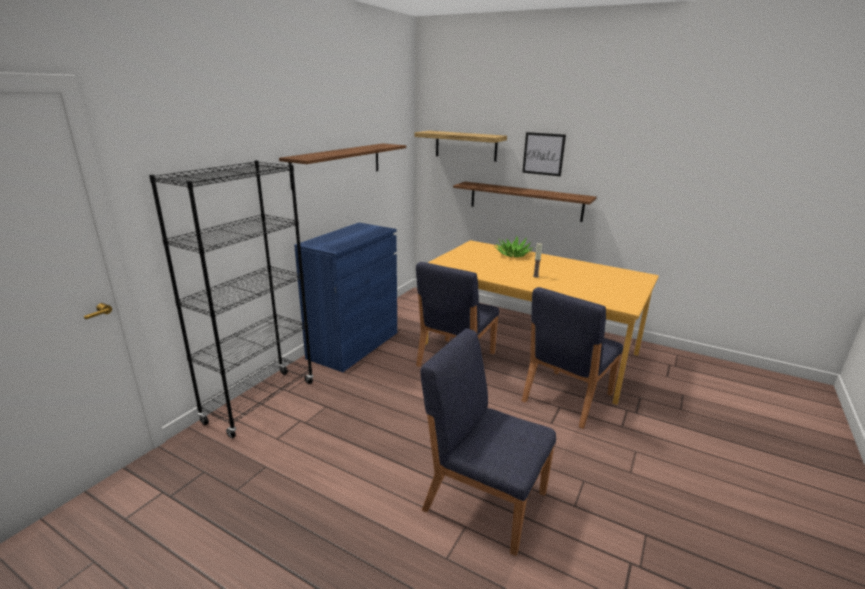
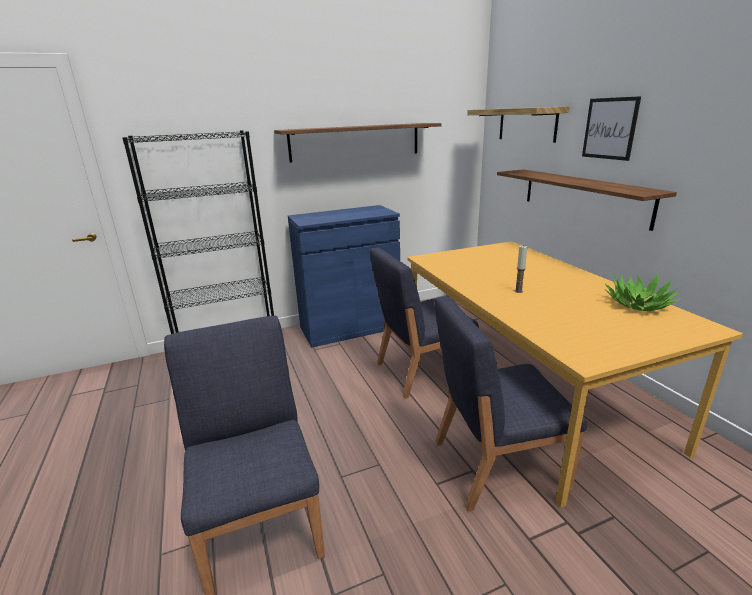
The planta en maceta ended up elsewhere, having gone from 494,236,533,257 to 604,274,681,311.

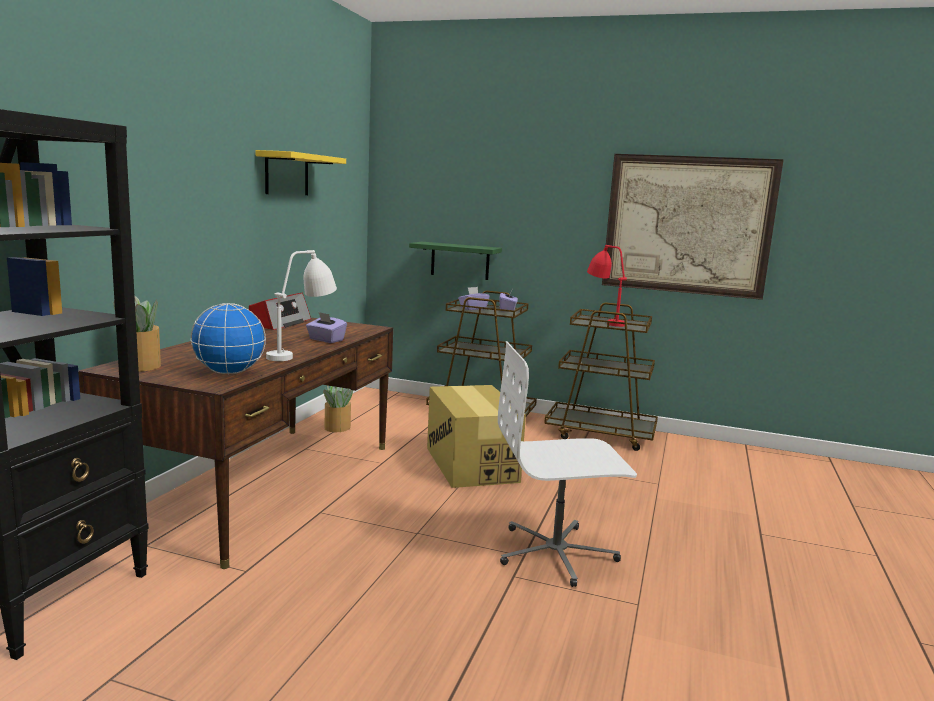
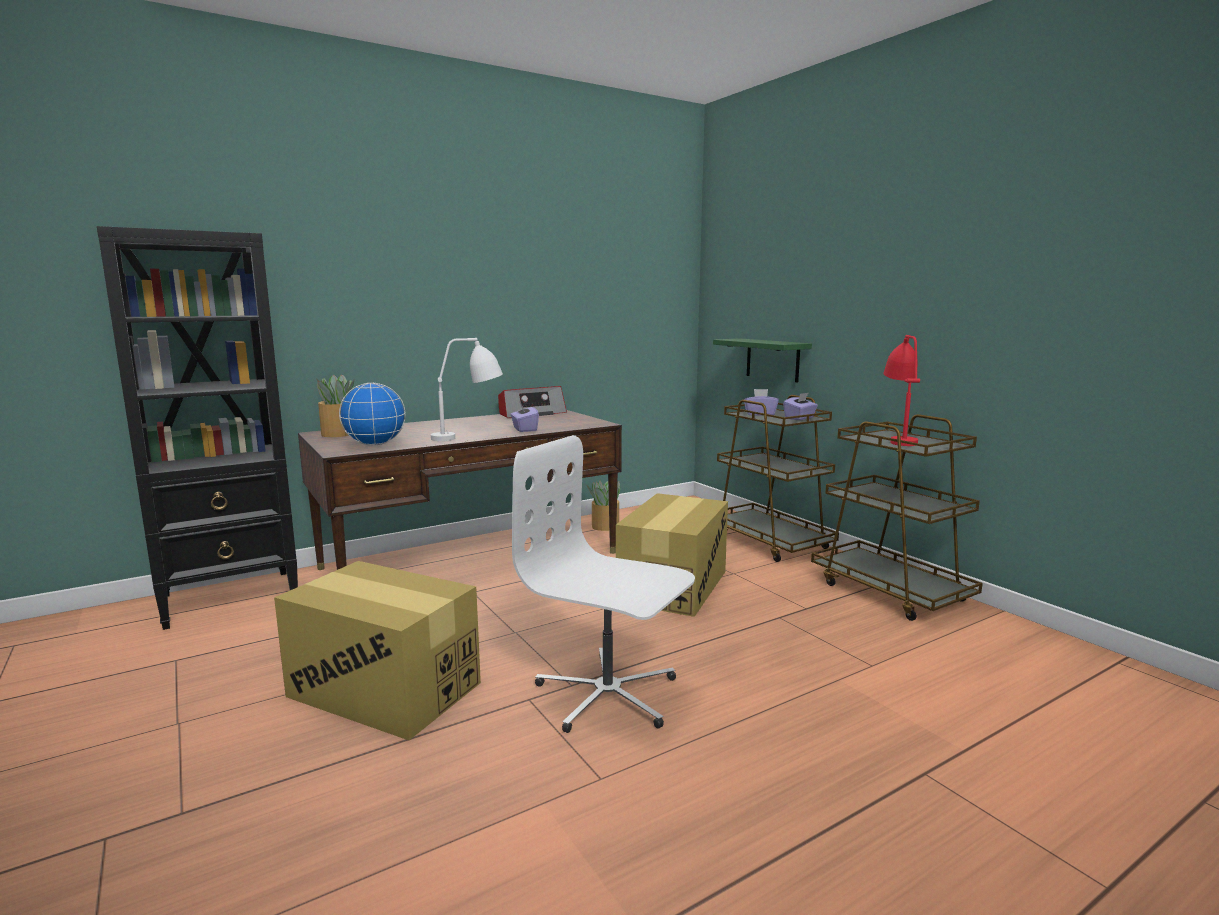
The second view lost the estante (amarillo) at 256,150,346,195. The second view lost the cuadro at 602,154,784,300. The second view gained the caja de cartón at 274,561,481,740.

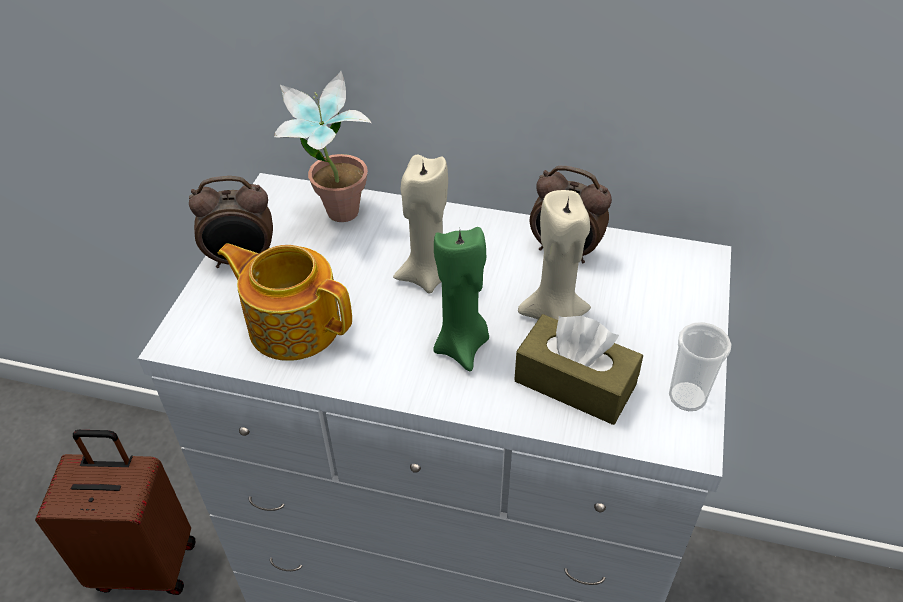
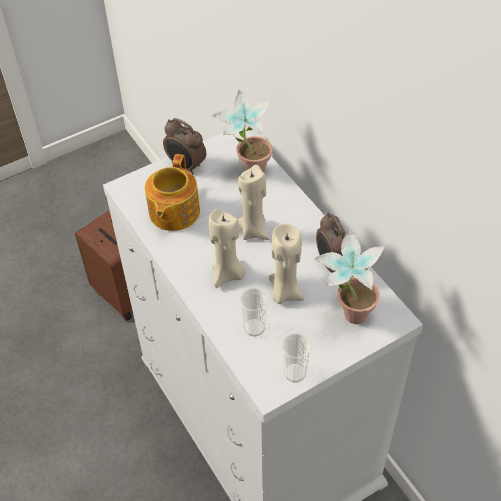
What was the vela (verde) at 433,227,489,371 turned into the vela (beis) at 209,209,246,288. The tetera at 218,243,352,361 ended up facing another way, 150 degrees counterclockwise from before. Where the caja de pañuelos (marrón) stood at 514,314,643,425, the taza came to stand at 239,288,268,337. The second view gained the planta en maceta at 314,229,385,324.

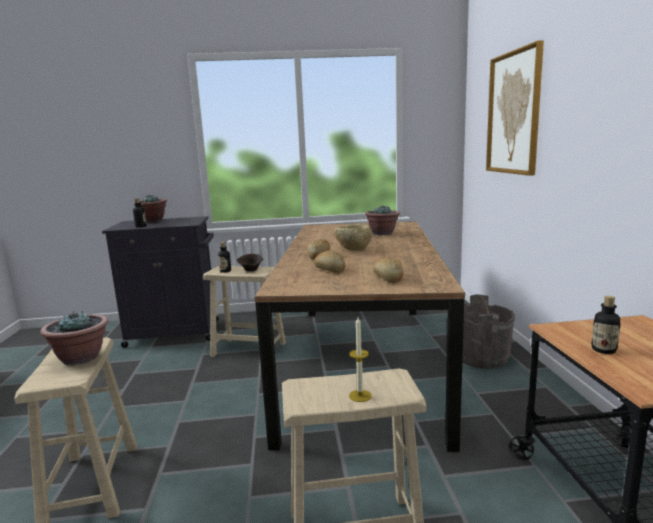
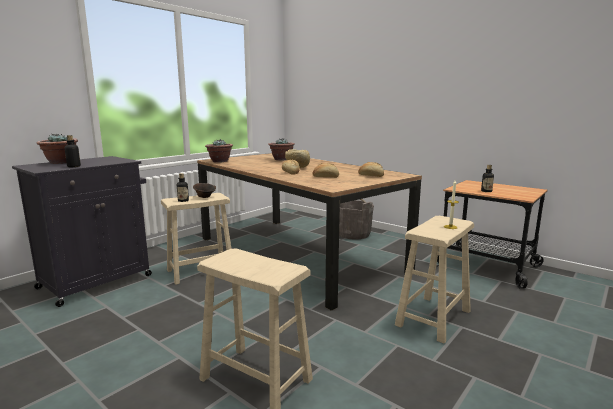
The second view lost the cuadro at 486,40,544,176. The planta en maceta ended up elsewhere, having gone from 40,311,108,366 to 205,139,233,163.

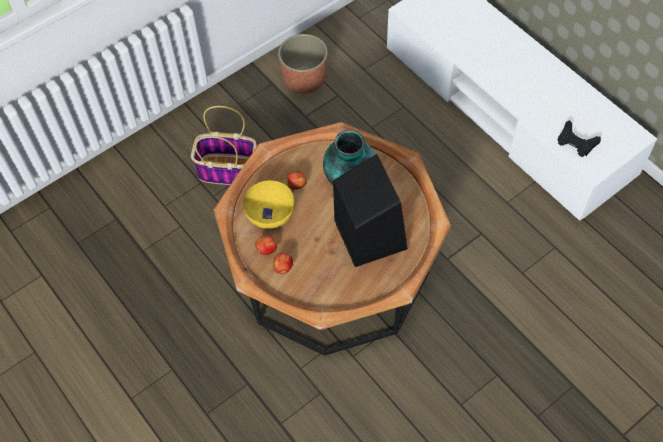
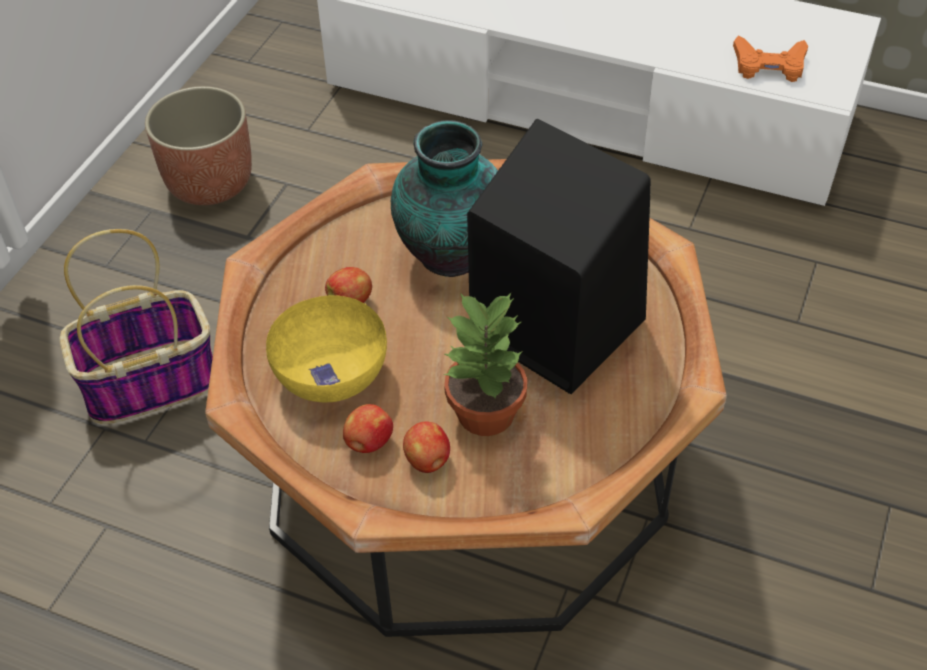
What was the mando de consola (negro) at 558,120,601,157 turned into the mando de consola (naranja) at 733,35,808,82. The second view gained the planta en maceta at 444,292,527,436.

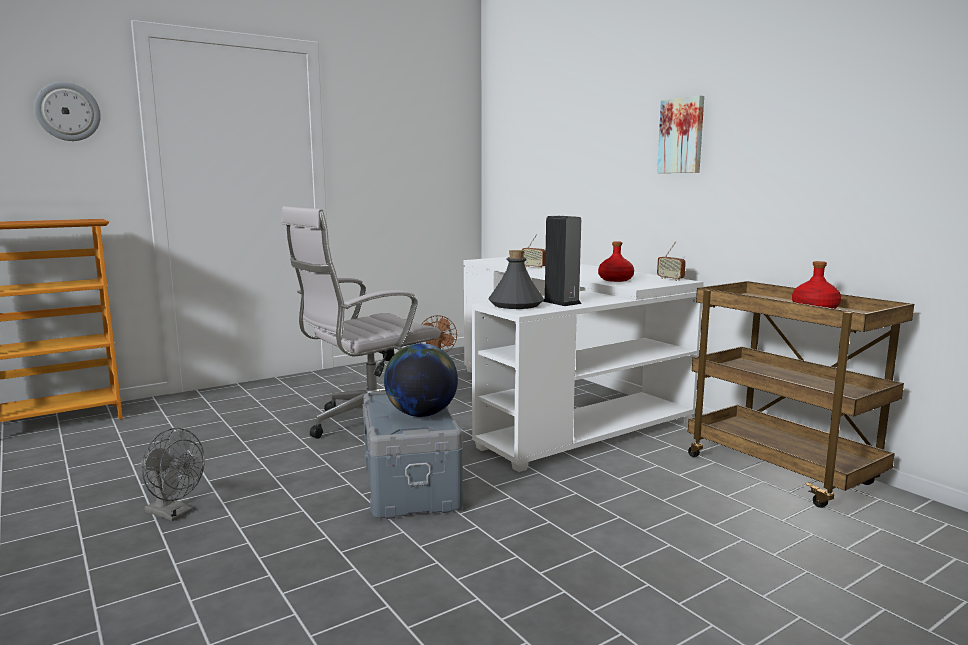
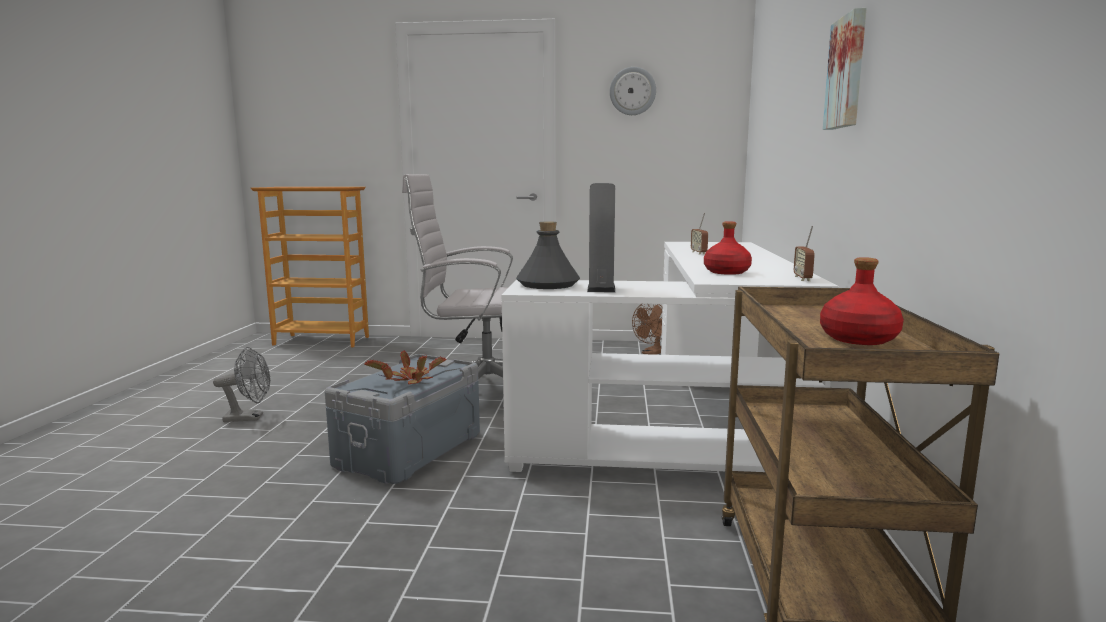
The reloj de pared ended up elsewhere, having gone from 34,82,101,141 to 610,67,656,115. Where the globo terráqueo stood at 384,343,458,417, the planta en maceta came to stand at 364,350,447,384. The ventilador (gris) at 141,428,204,521 ended up facing another way, 75 degrees counterclockwise from before.

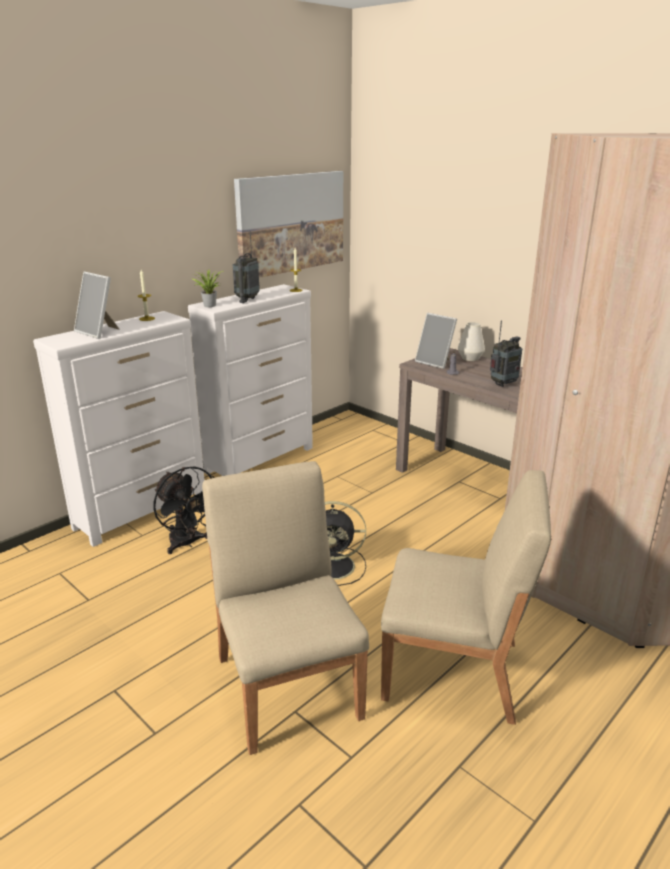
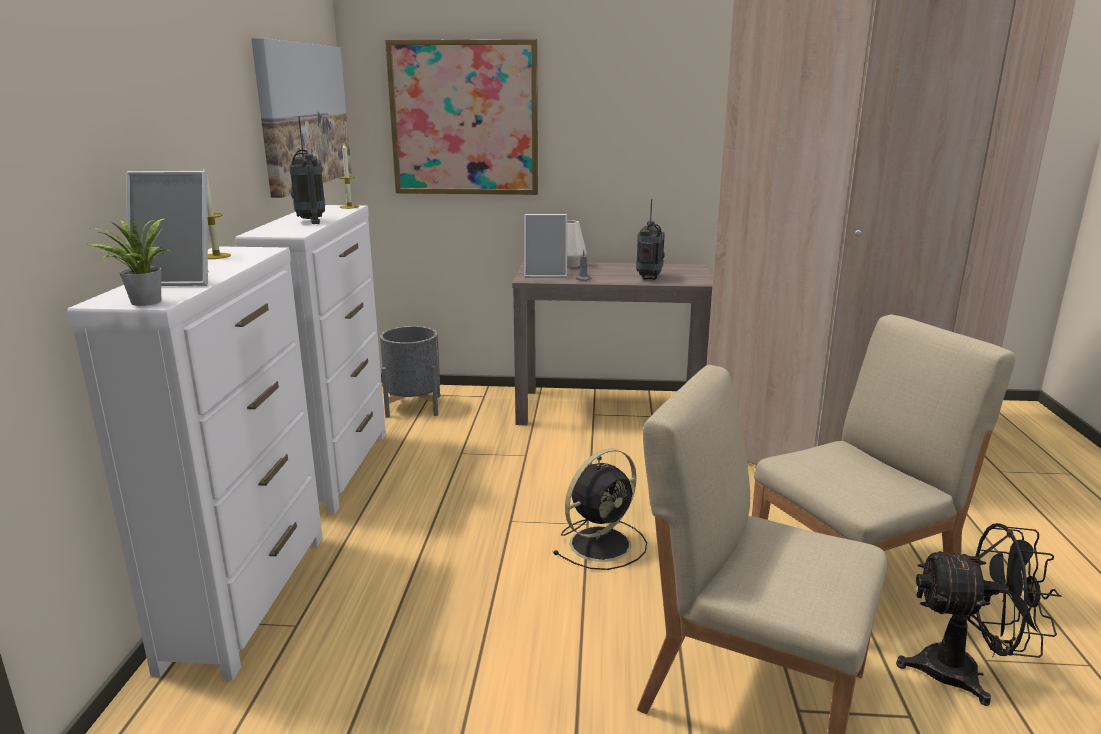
The planta en maceta ended up elsewhere, having gone from 192,269,223,307 to 87,218,170,306. The ventilador (negro) ended up elsewhere, having gone from 153,466,214,554 to 896,523,1061,706. The second view gained the cuadro at 385,39,538,195. The second view gained the maceta (gris) at 380,326,440,418.

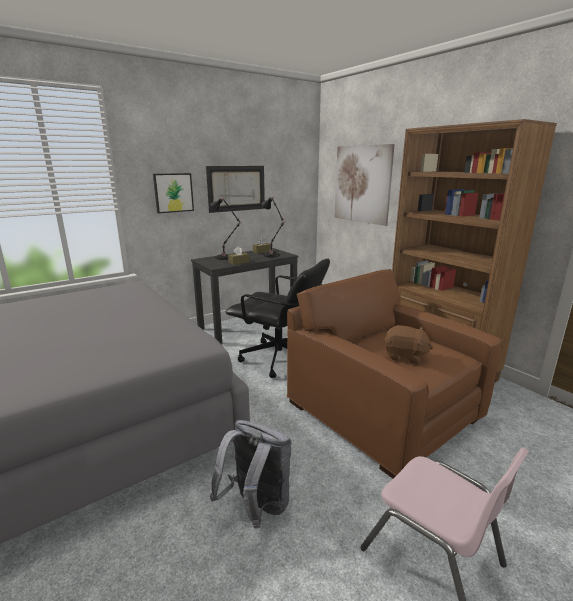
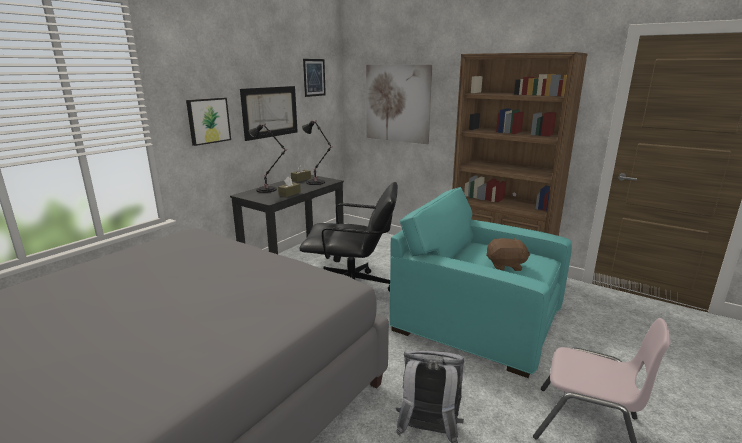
What was the sillón (marrón) at 287,269,502,478 turned into the sillón (turquesa) at 389,187,572,378. The second view gained the cuadro at 303,59,326,97.

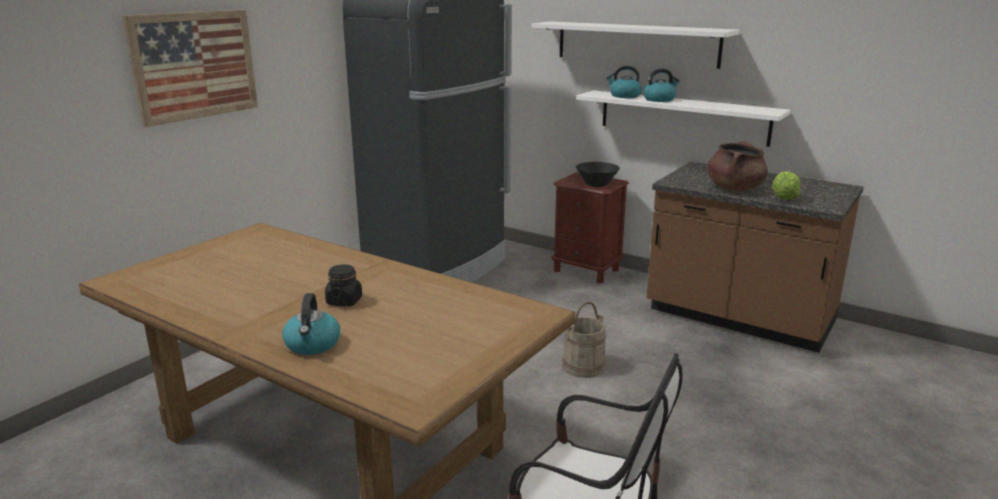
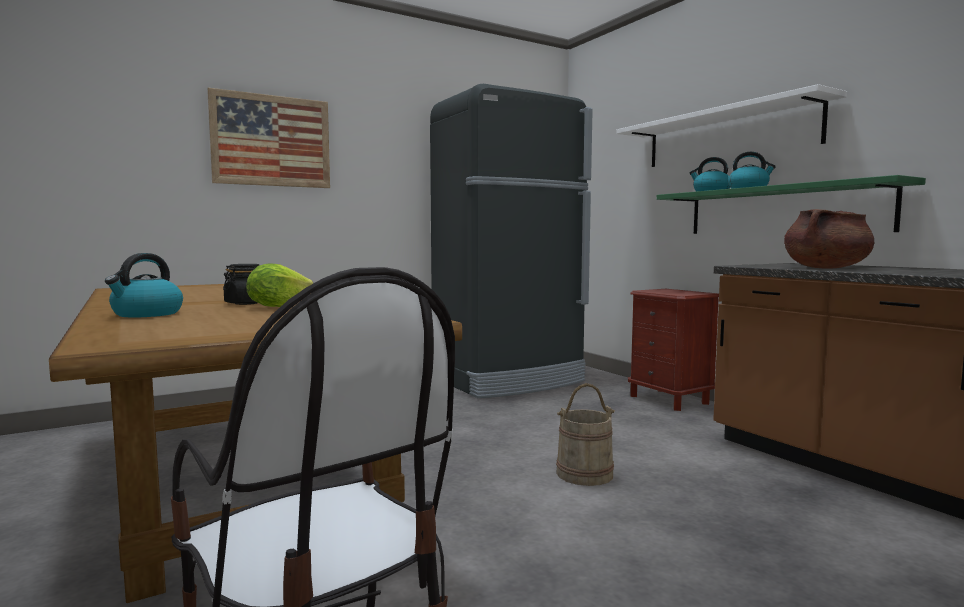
What was the estante (blanco) at 576,90,790,147 turned into the estante (verde) at 657,175,926,234. The second view lost the cuenco (negro) at 576,162,620,187. The lechuga ended up elsewhere, having gone from 772,171,801,200 to 246,264,313,307.

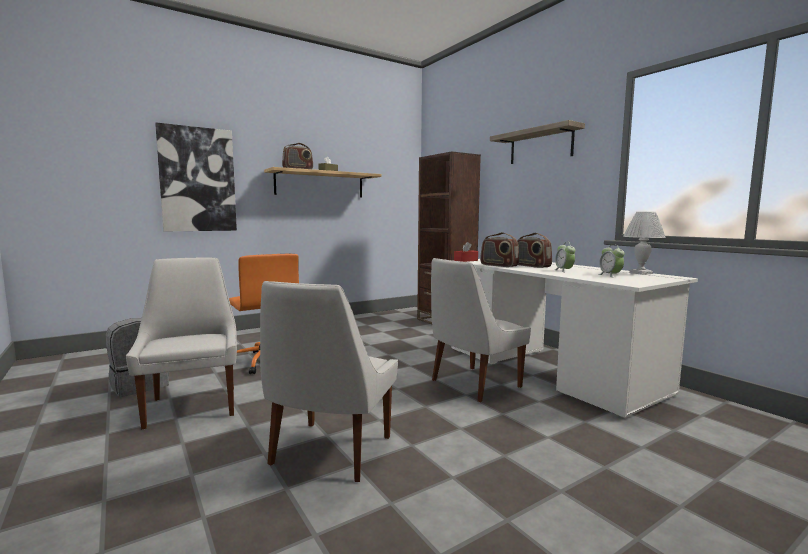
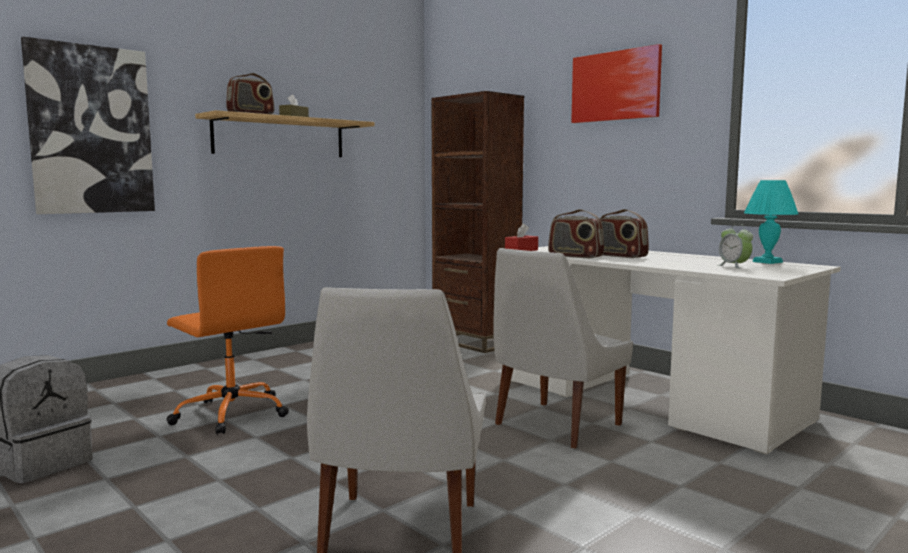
Where the estante hung at 490,120,585,164, the cuadro came to hang at 571,44,662,123. What was the lámpara de mesa (blanco) at 623,212,666,275 turned into the lámpara de mesa (turquesa) at 744,180,798,264. The second view lost the despertador at 555,242,575,272. The second view lost the silla (blanco) at 126,258,237,429.

